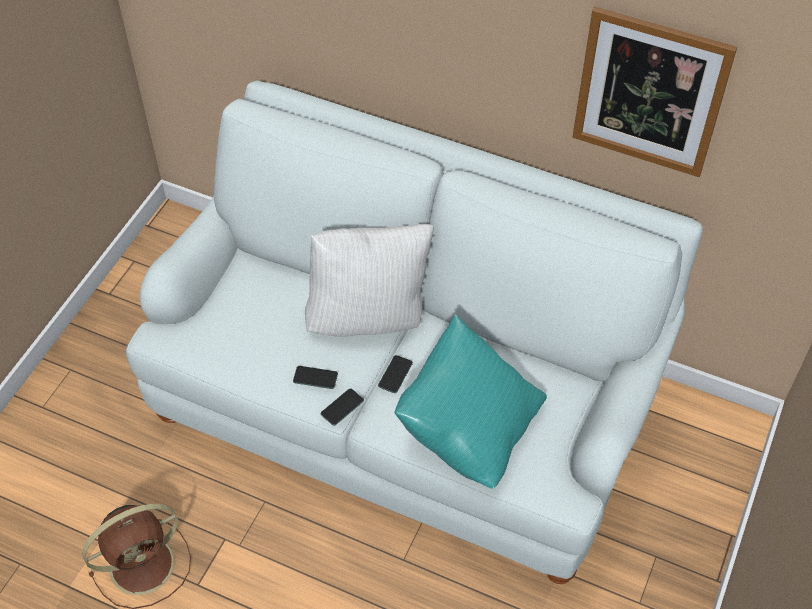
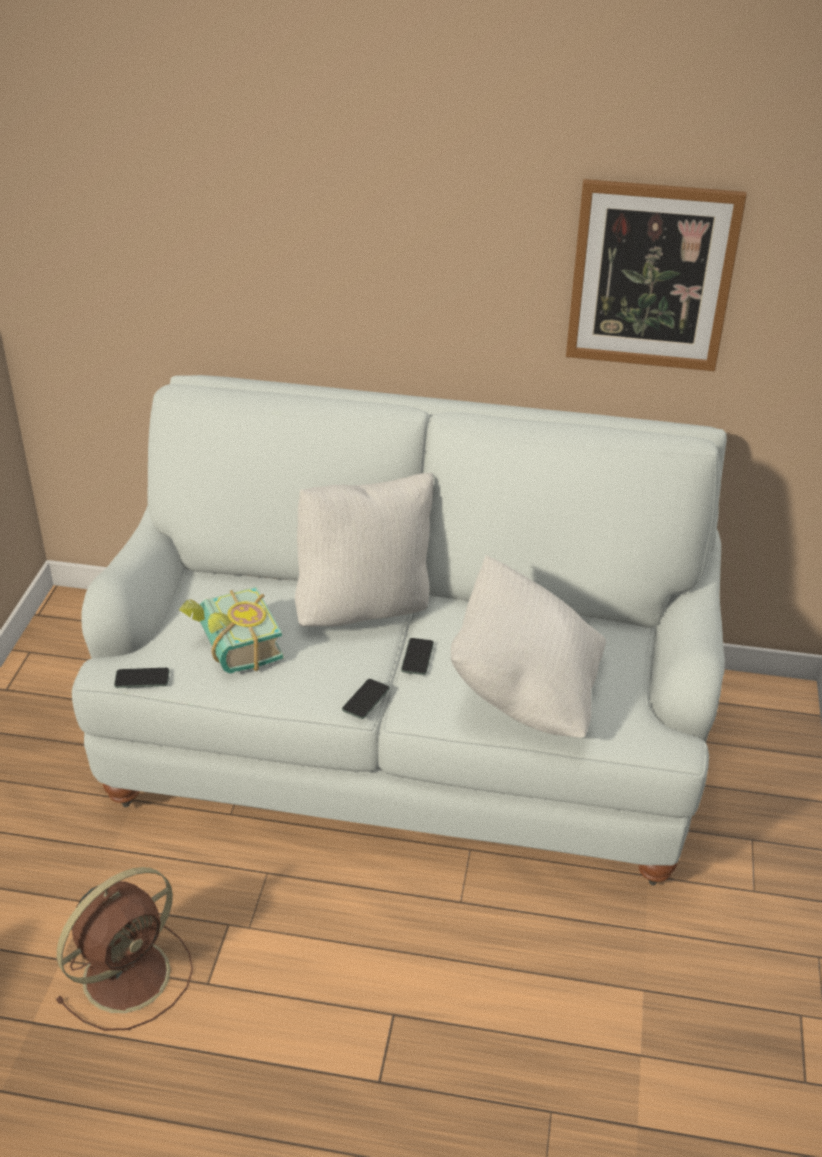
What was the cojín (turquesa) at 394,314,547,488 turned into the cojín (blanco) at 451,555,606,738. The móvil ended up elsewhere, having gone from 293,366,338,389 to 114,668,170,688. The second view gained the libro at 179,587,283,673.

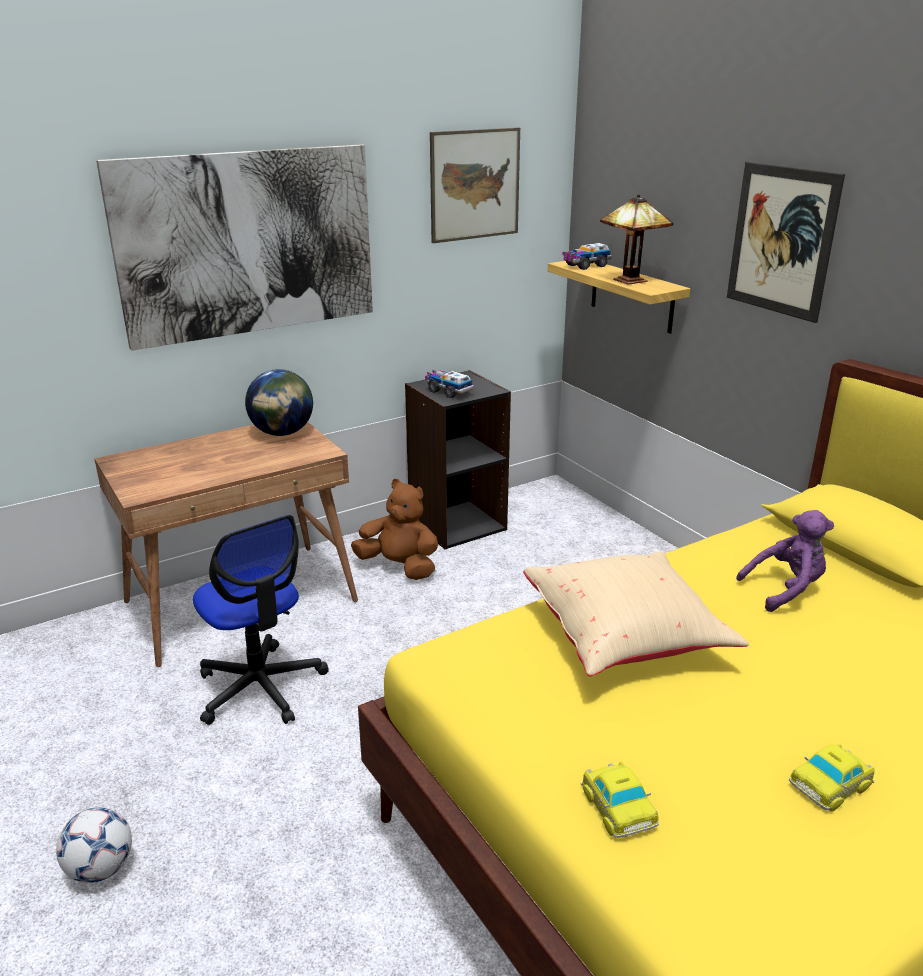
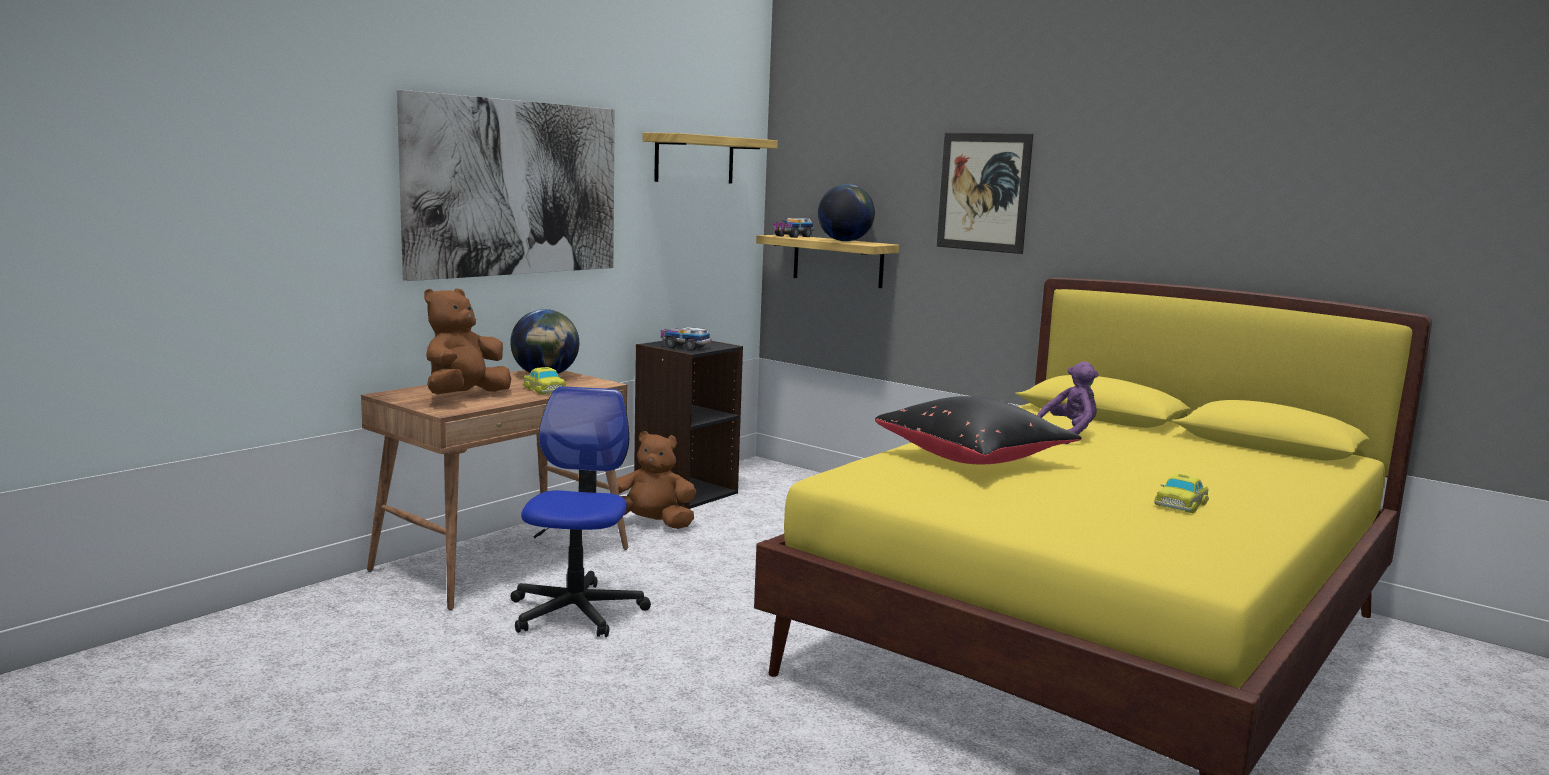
Where the cuadro hung at 430,127,520,243, the estante came to hang at 643,133,778,183. Where the lámpara de mesa stood at 600,194,673,285, the globo terráqueo came to stand at 818,184,875,242. The silla de oficina at 193,515,329,725 ended up facing another way, 120 degrees counterclockwise from before. What was the cojín (beis) at 523,552,749,676 turned into the cojín (negro) at 875,396,1082,464. The coche de juguete ended up elsewhere, having gone from 581,762,659,838 to 523,367,567,394. The second view lost the balón de fútbol at 56,807,132,883. The second view gained the peluche (marrón) at 424,288,511,394.

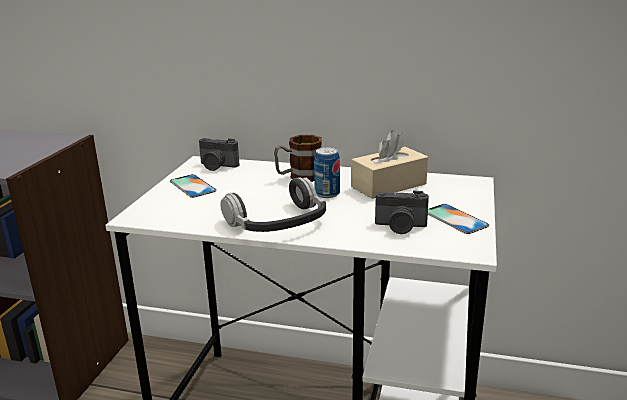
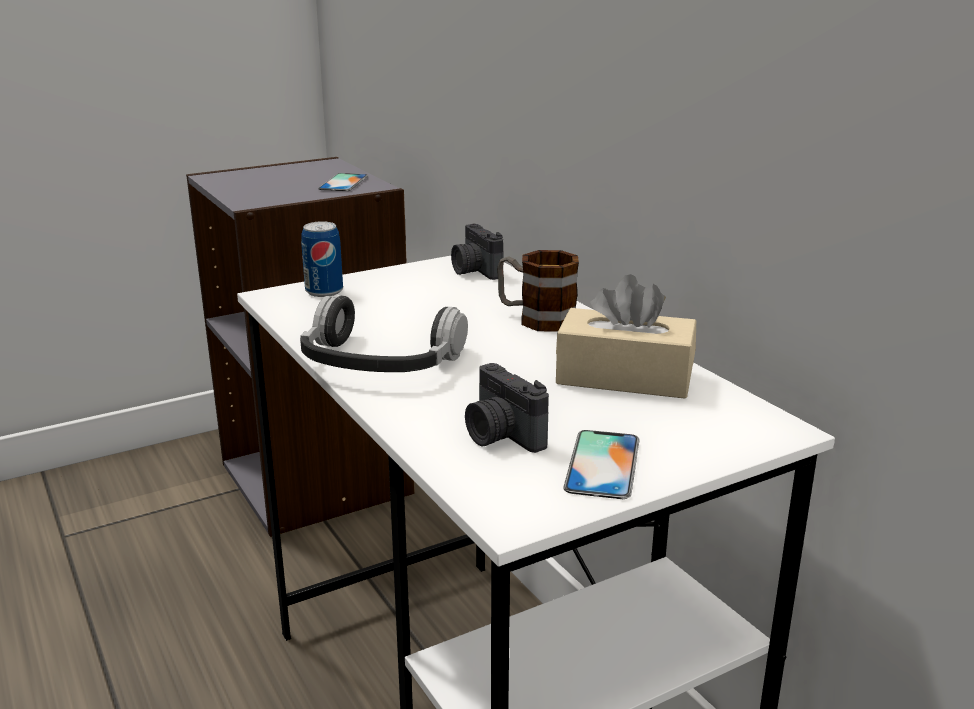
The lata ended up elsewhere, having gone from 314,147,340,198 to 301,221,343,297. The móvil ended up elsewhere, having gone from 170,174,217,198 to 318,173,368,191.

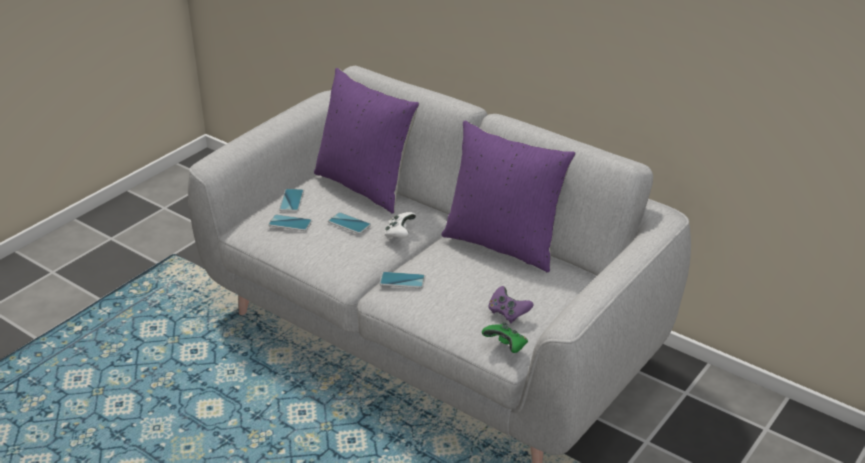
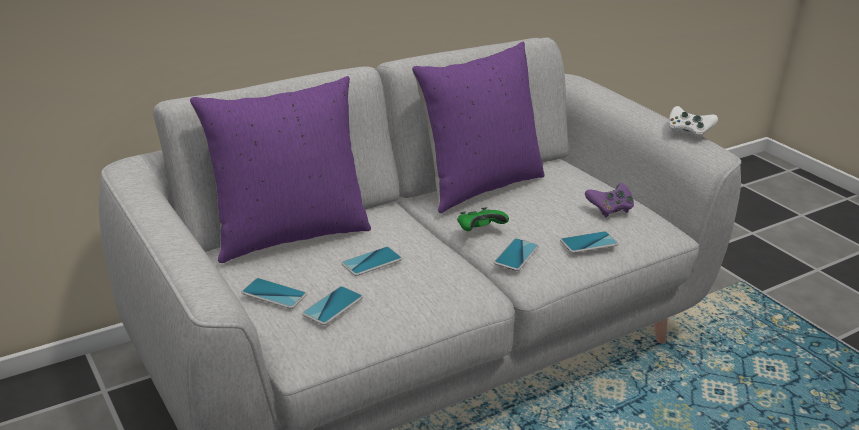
The mando de consola (blanco) ended up elsewhere, having gone from 384,212,416,239 to 669,106,718,140. The mando de consola (verde) ended up elsewhere, having gone from 482,322,528,353 to 457,207,509,231. The second view gained the móvil at 560,231,618,253.

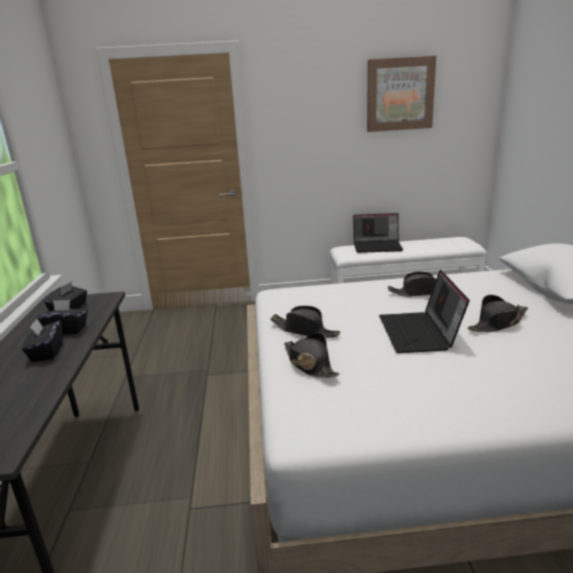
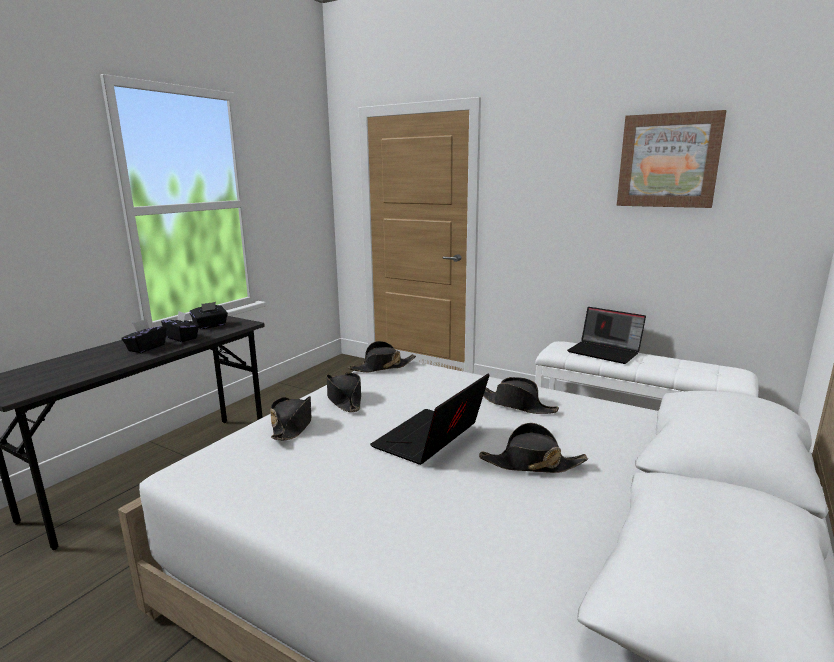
The second view gained the sombrero (negro) at 348,341,416,372.

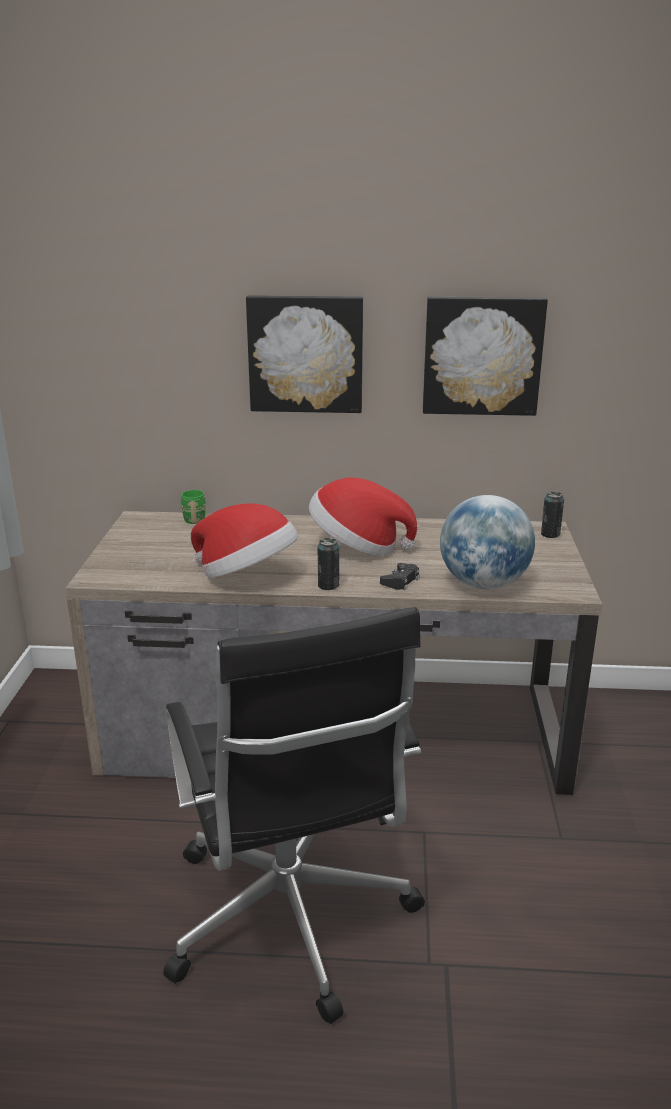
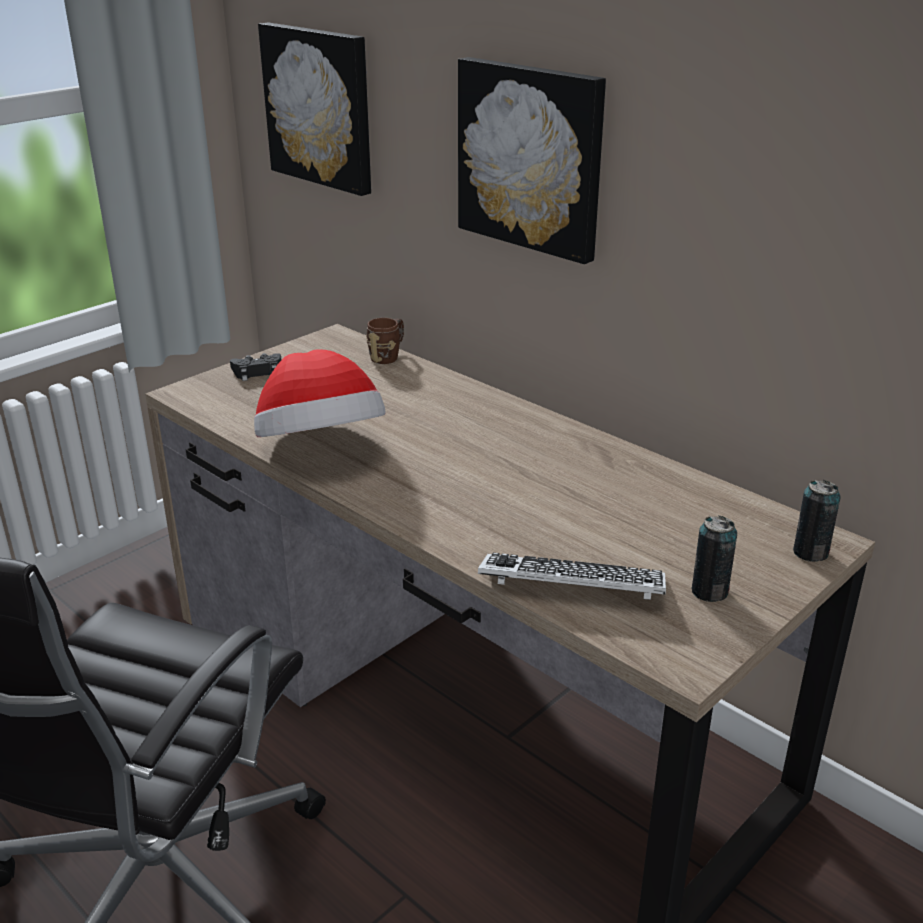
The cuadro ended up elsewhere, having gone from 423,297,548,416 to 258,23,371,196. The second view lost the sombrero at 309,477,417,556. What was the taza grande (verde) at 181,490,206,524 turned into the taza grande (marrón) at 366,318,404,364. Where the globo terráqueo stood at 440,495,535,589, the teclado came to stand at 478,553,666,600. The lata ended up elsewhere, having gone from 318,538,340,590 to 691,516,737,602. The mando de consola (negro) ended up elsewhere, having gone from 380,563,419,590 to 230,353,281,381.

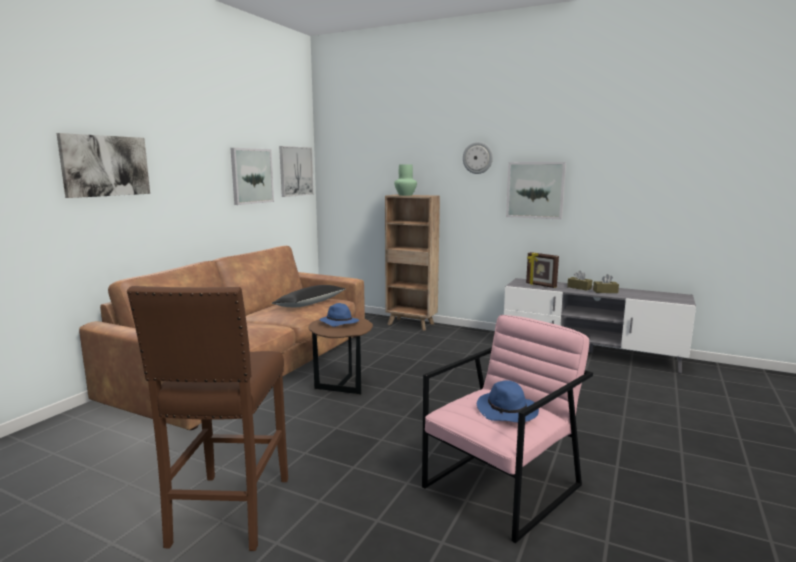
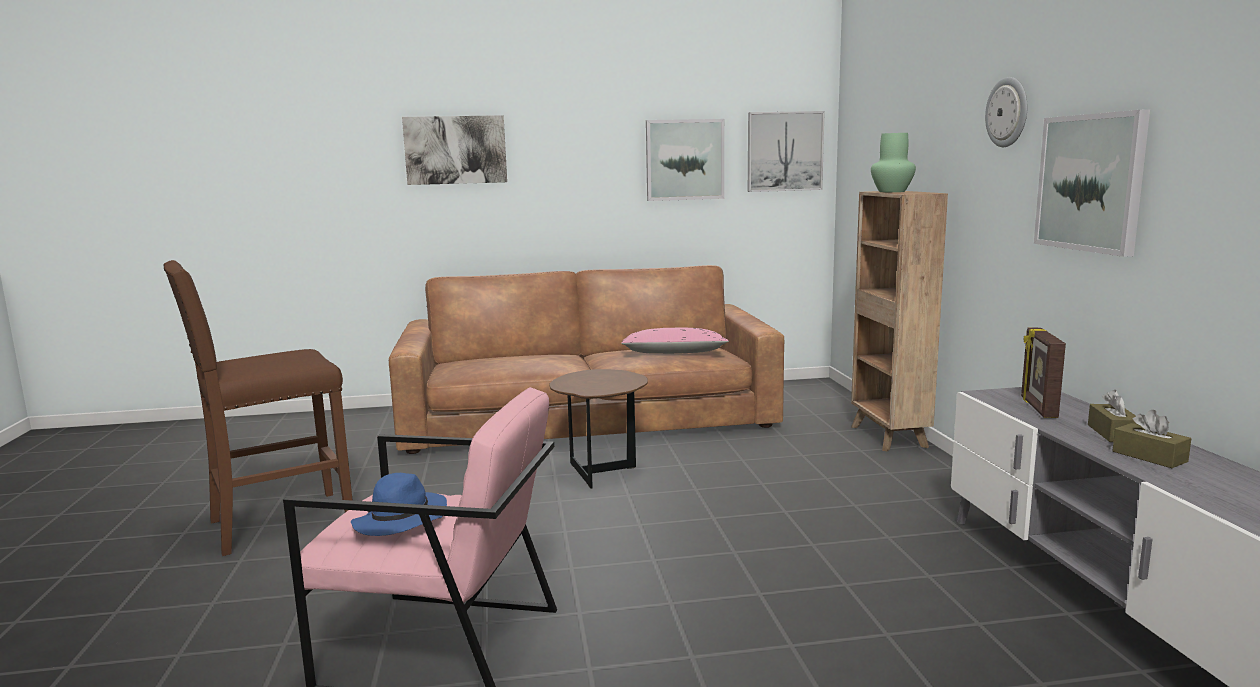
What was the cojín (negro) at 272,285,345,308 turned into the cojín (rosa) at 621,328,729,354. The second view lost the sombrero (azul) at 319,303,359,327.

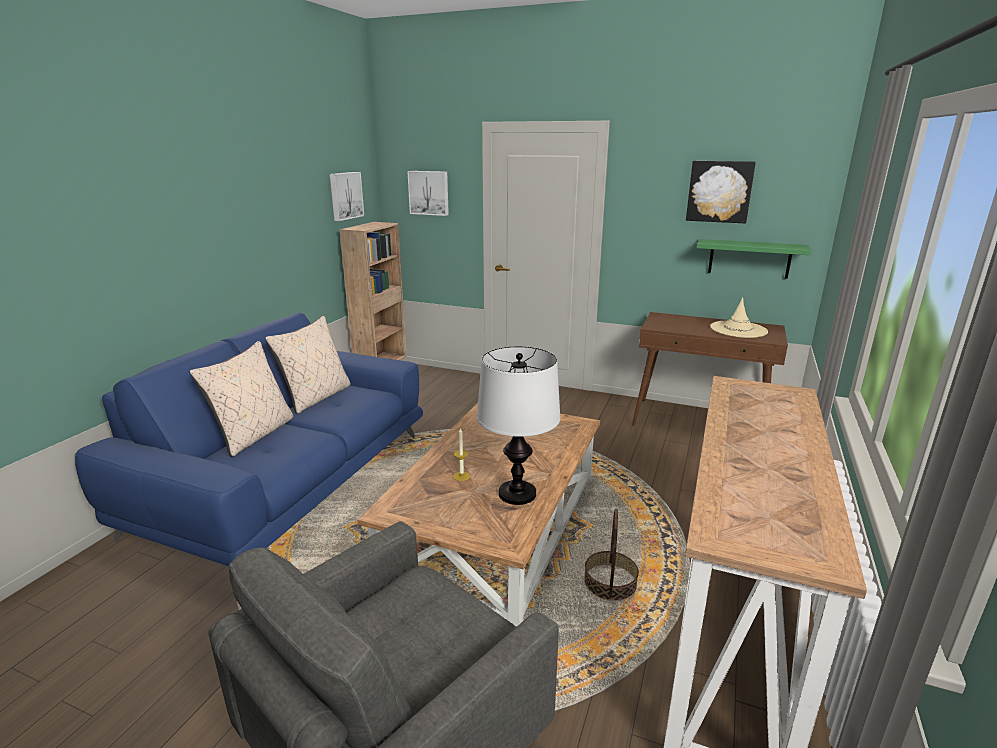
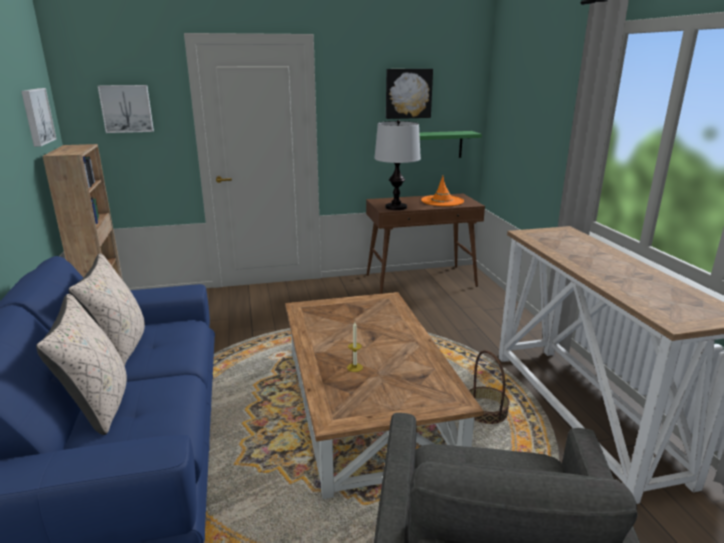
What was the sombrero (beis) at 710,297,768,338 turned into the sombrero (naranja) at 421,176,464,206. The lámpara de mesa ended up elsewhere, having gone from 477,346,560,505 to 374,120,421,210.

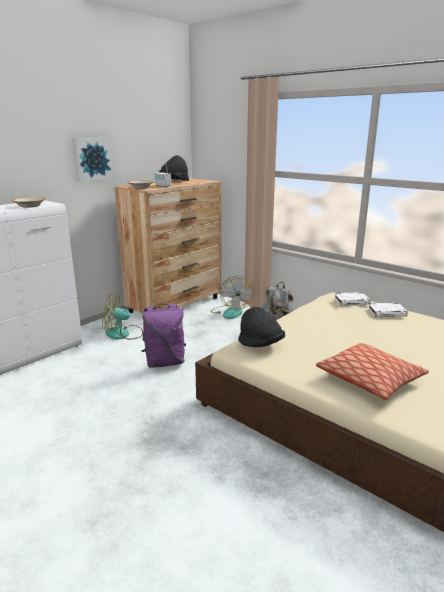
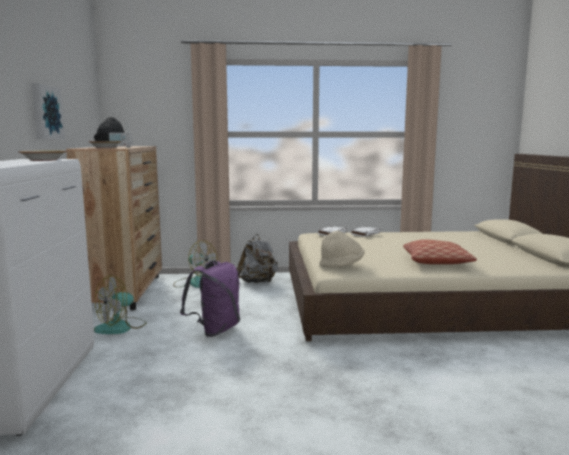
What was the sombrero (negro) at 238,307,285,347 turned into the sombrero (beis) at 319,231,365,268.

